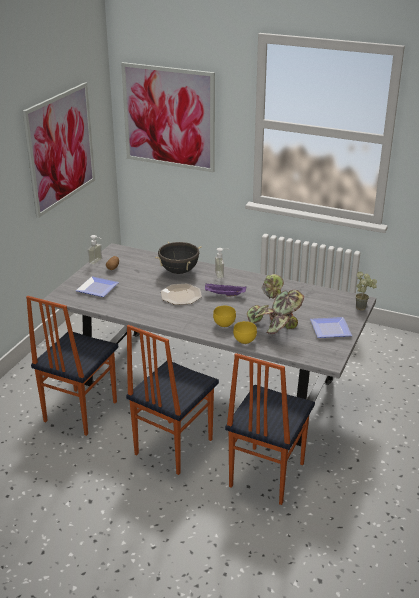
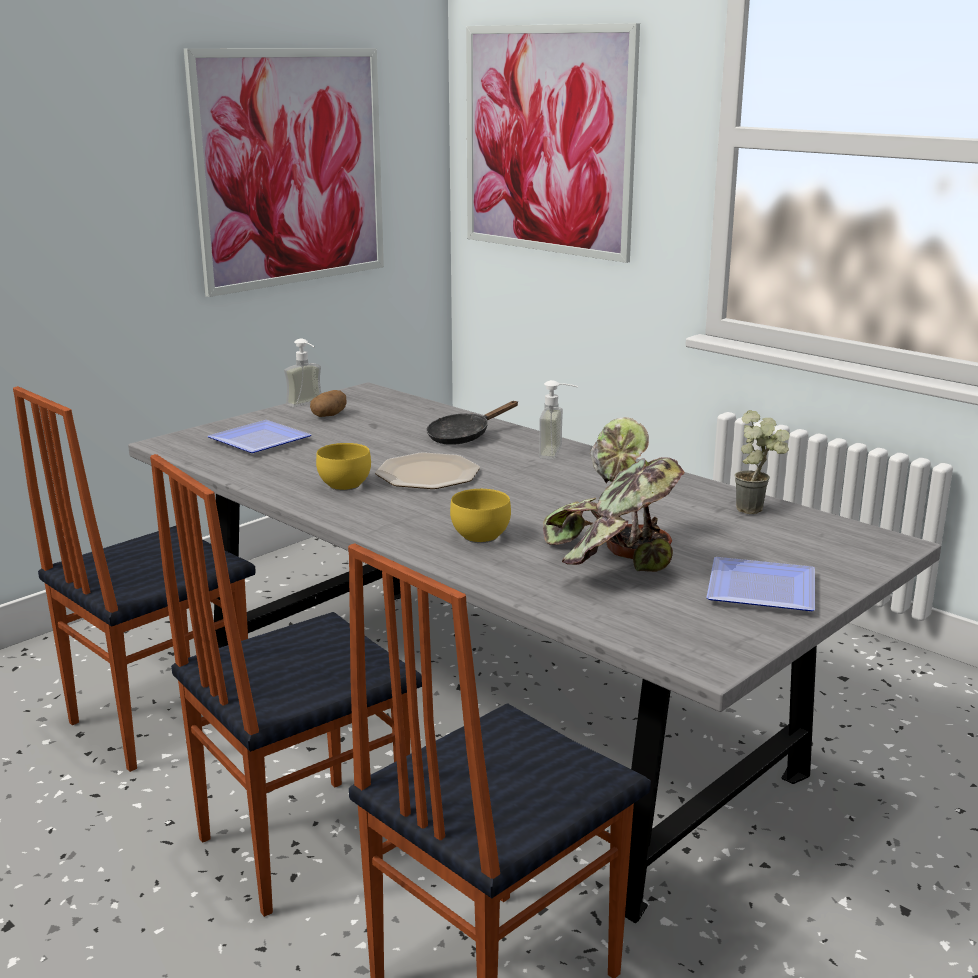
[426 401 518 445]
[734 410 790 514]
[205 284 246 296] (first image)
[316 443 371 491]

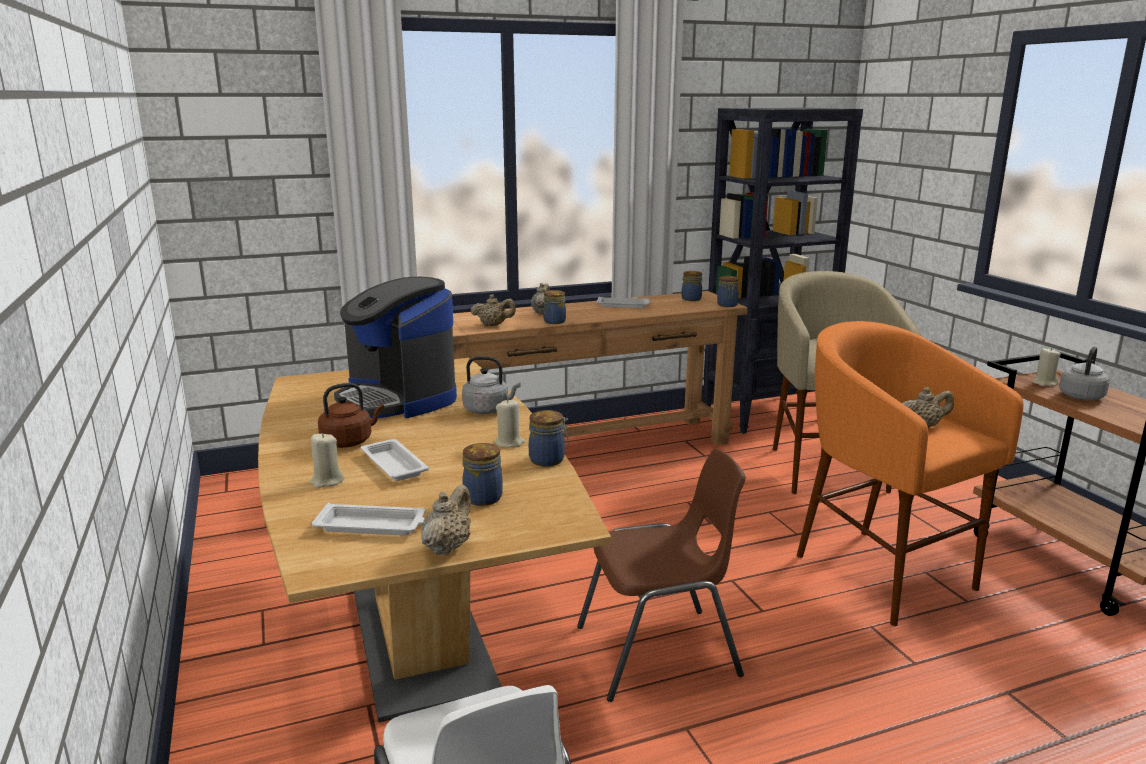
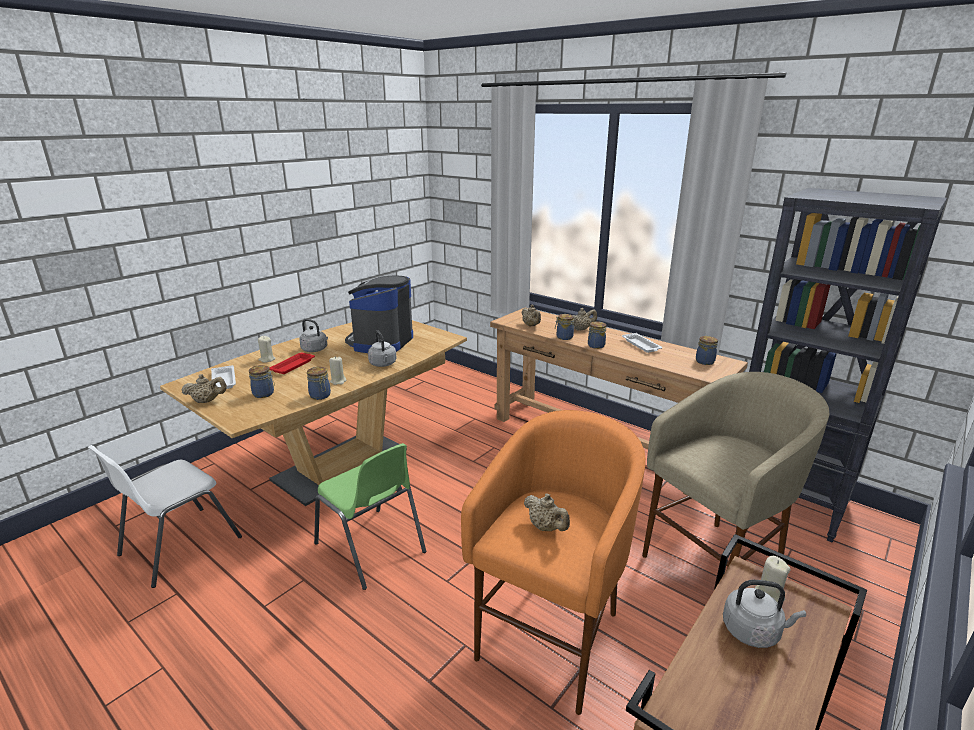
[588 321 606 349]
[299 319 328 352]
[269 353 315 374]
[314 443 426 590]

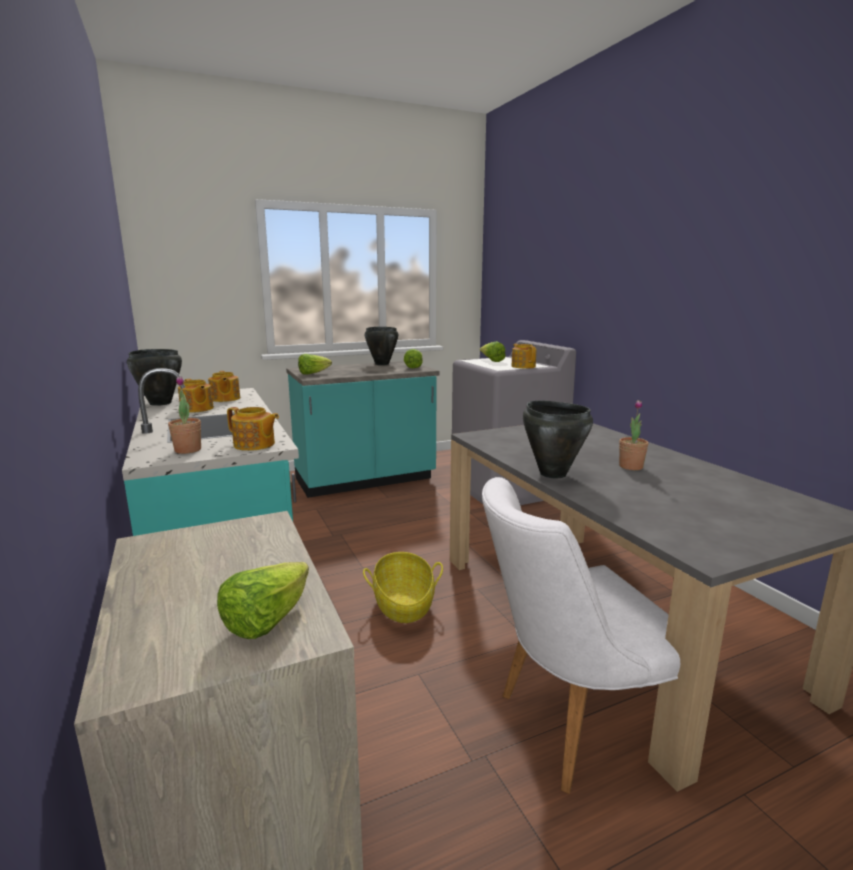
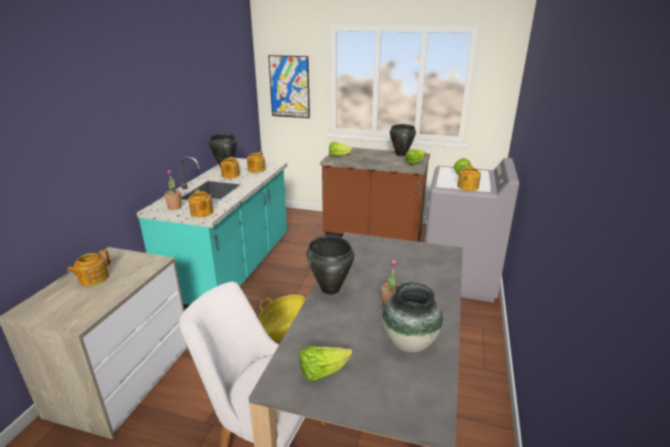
[320 147 430 242]
[299 346 353 381]
[268 55 310 118]
[67 249 111 286]
[382 283 443 353]

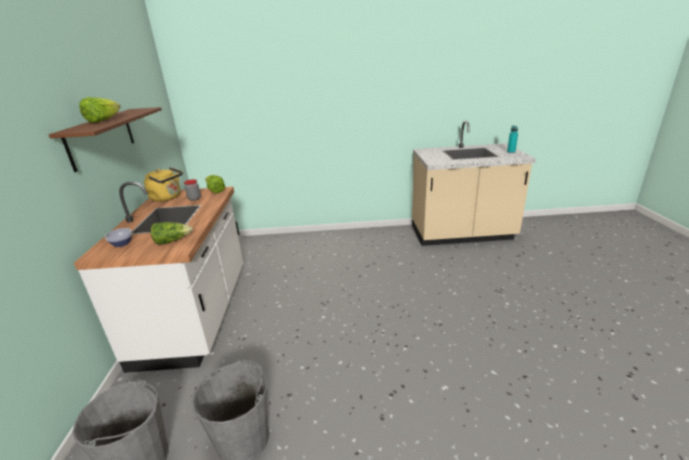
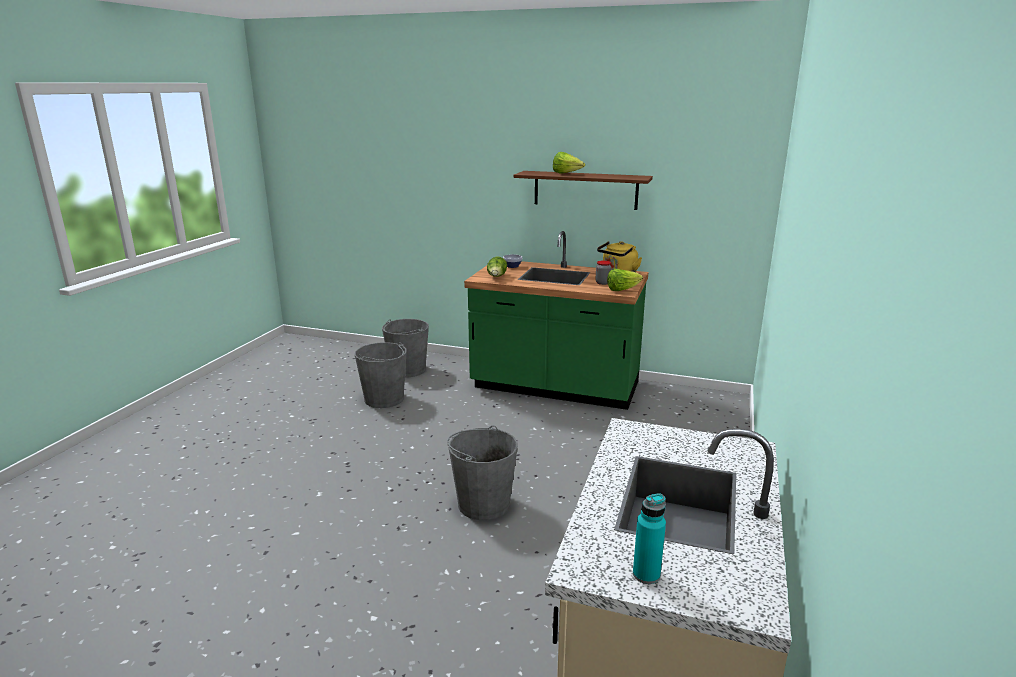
[464 231 648 410]
[447 425 518 520]

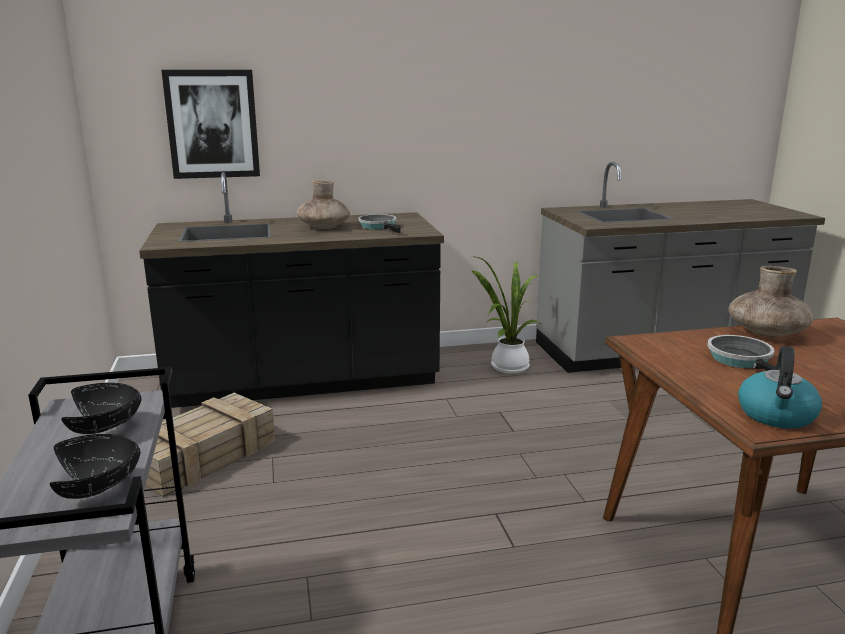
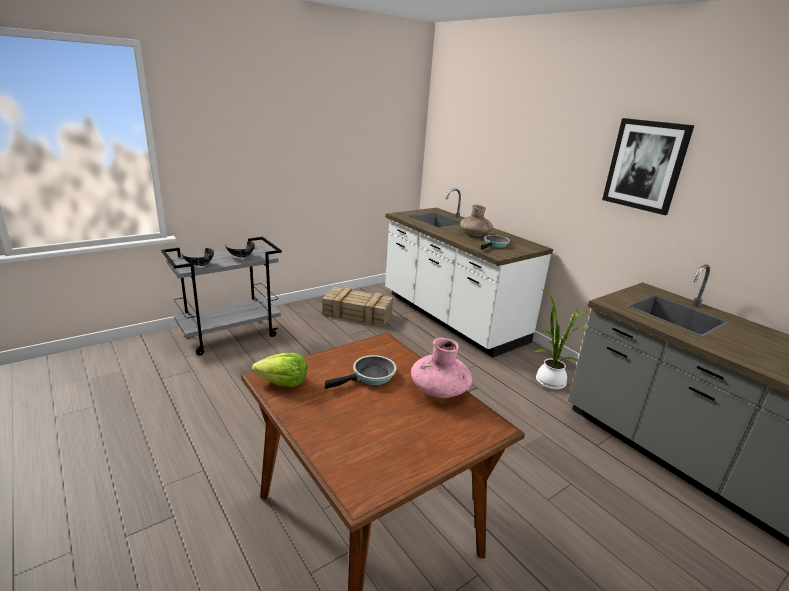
[602 118 694 215]
[385 188 553 358]
[411 338 472 398]
[252 353 307 387]

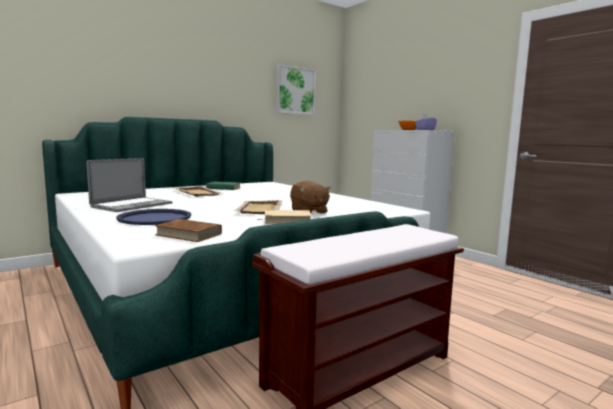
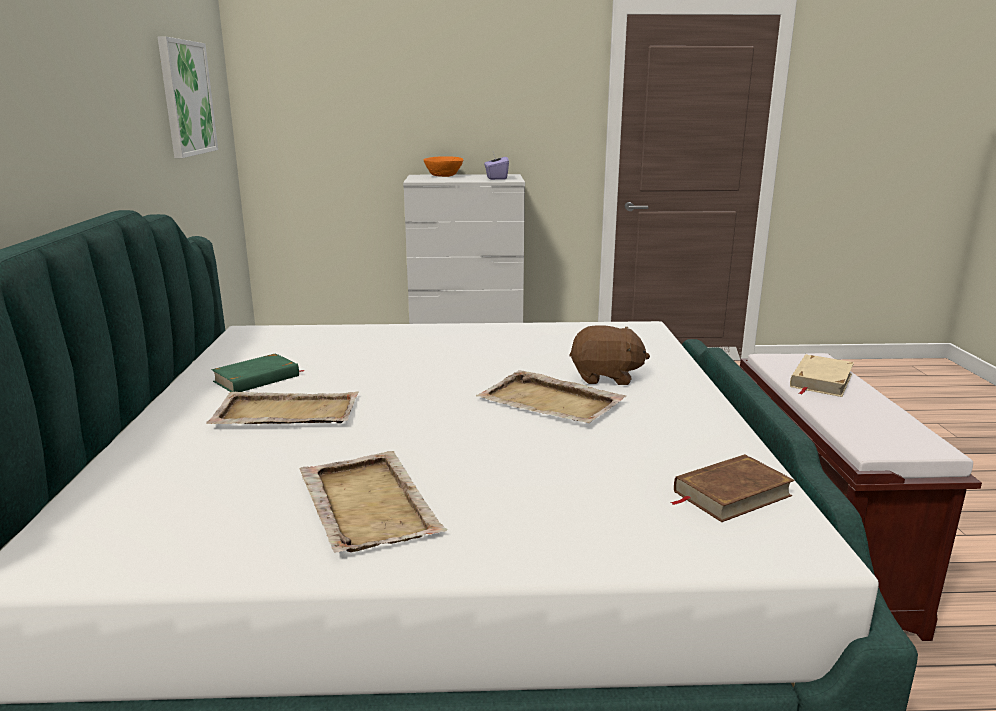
[299 451 448 553]
[116 209 191 225] (first image)
[790 354 854 397]

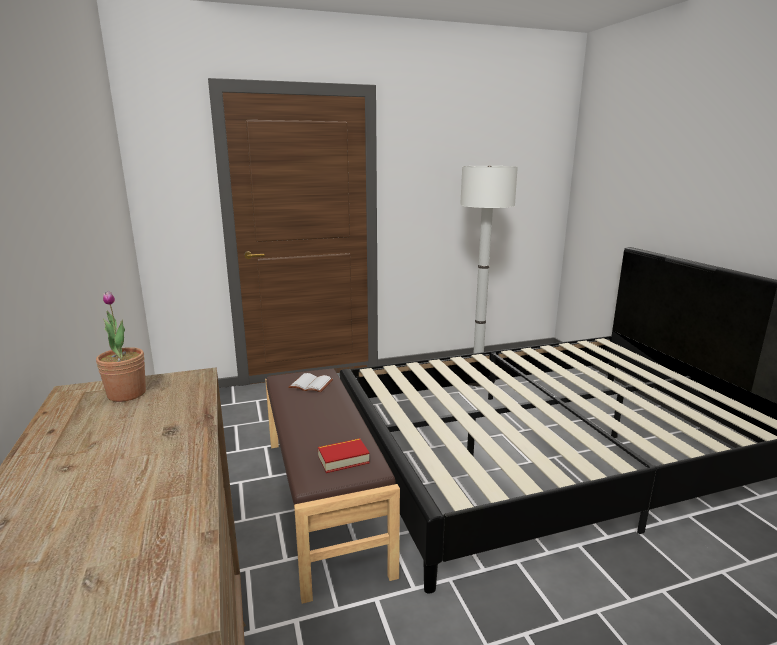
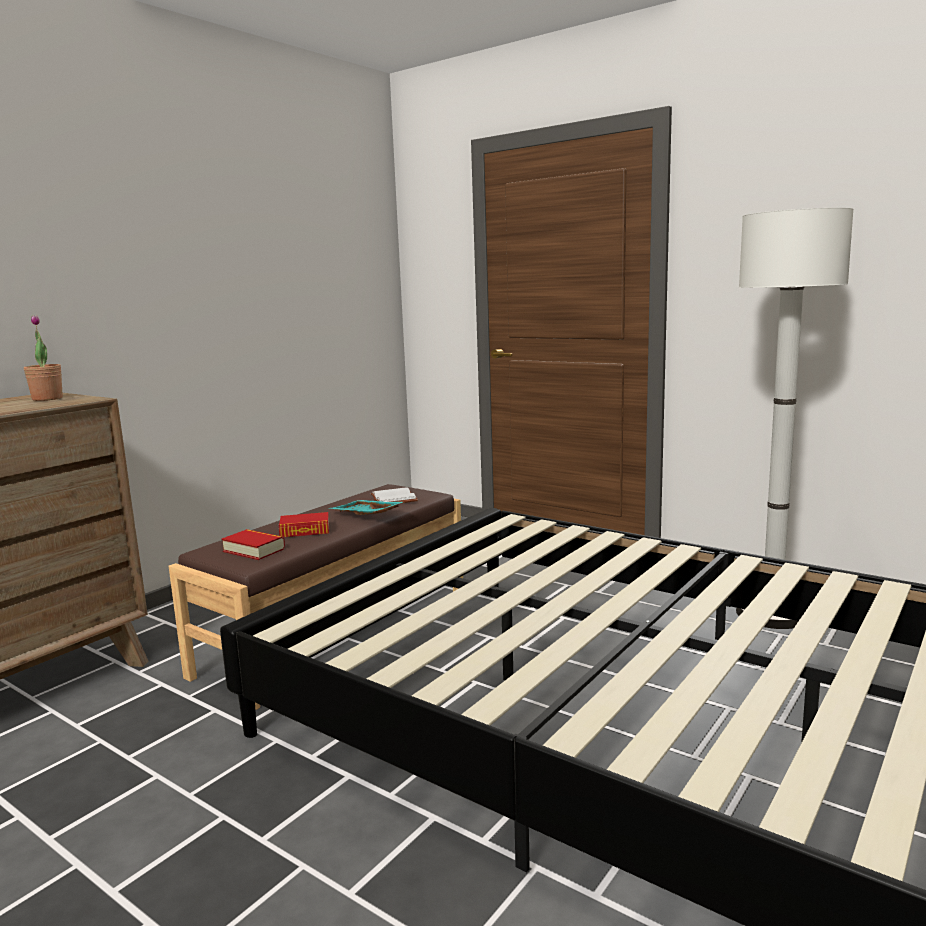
[329 500 403 515]
[279 512 329 537]

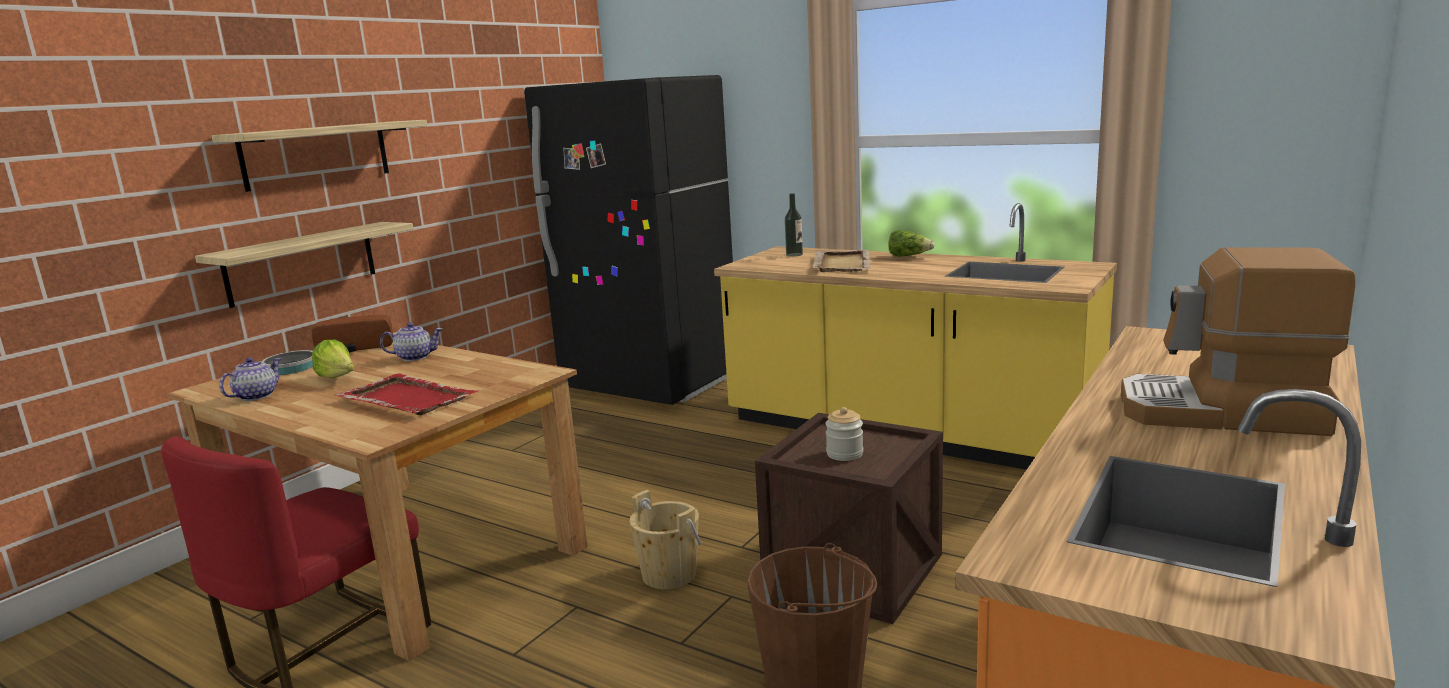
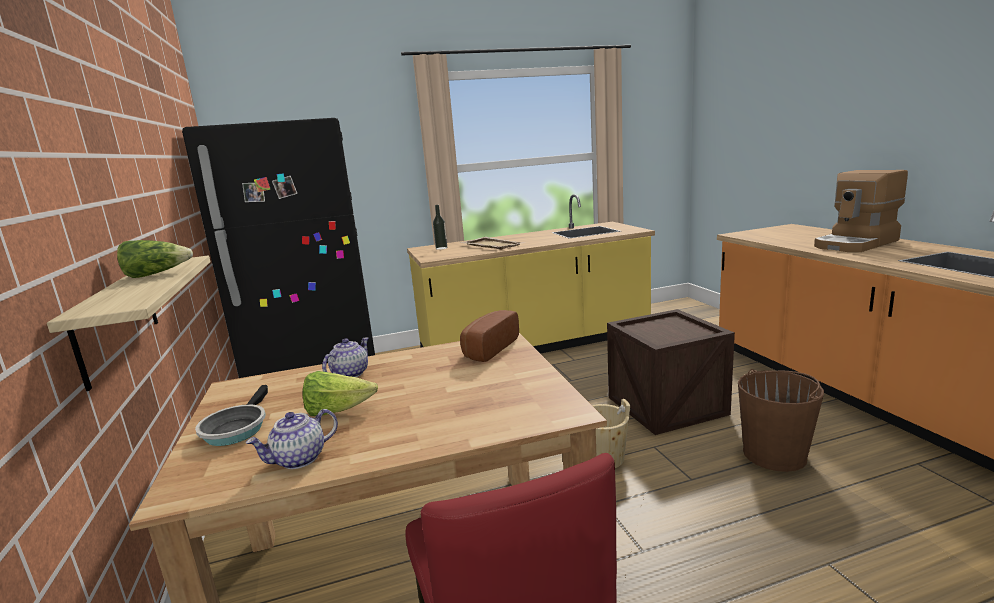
[212 120 428 192] (first image)
[117 240 193 278]
[460 310 519 362]
[246 409 338 469]
[335 373 479 415] (first image)
[825 407 863 461] (first image)

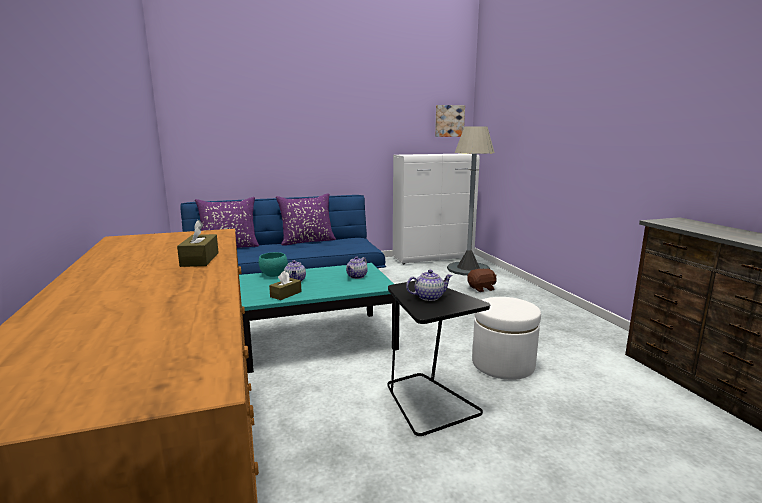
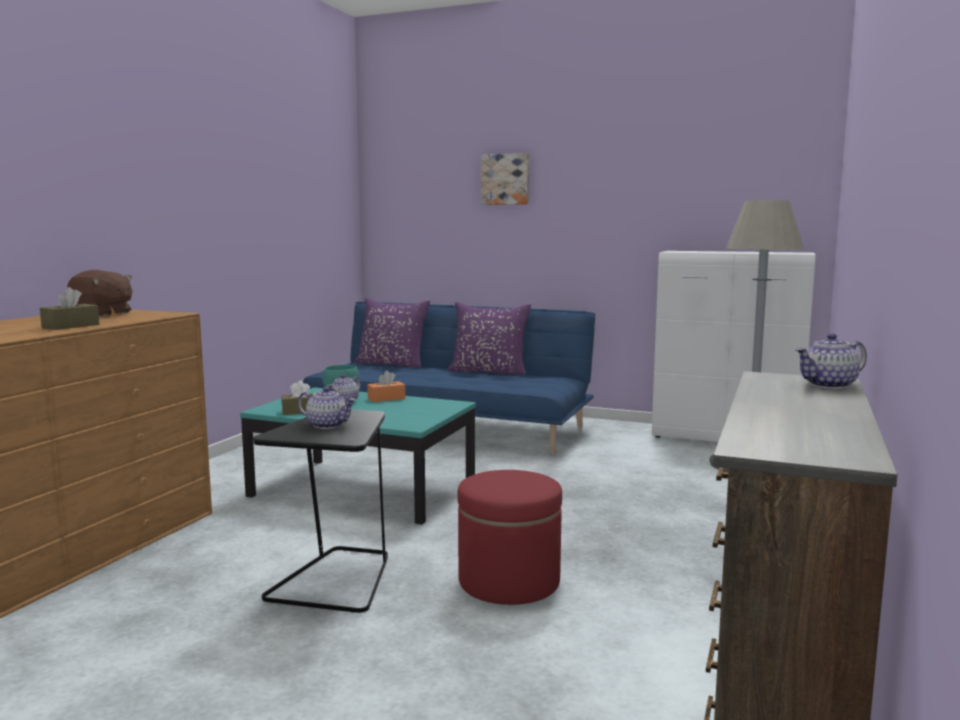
[481 153 529 205]
[795 333 867 389]
[67 270 133 316]
[458 470 562 605]
[367 370 405 402]

